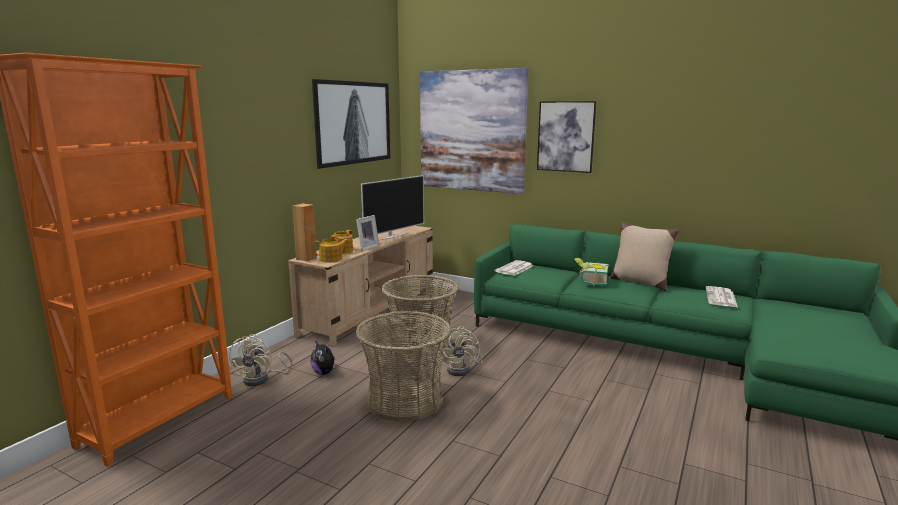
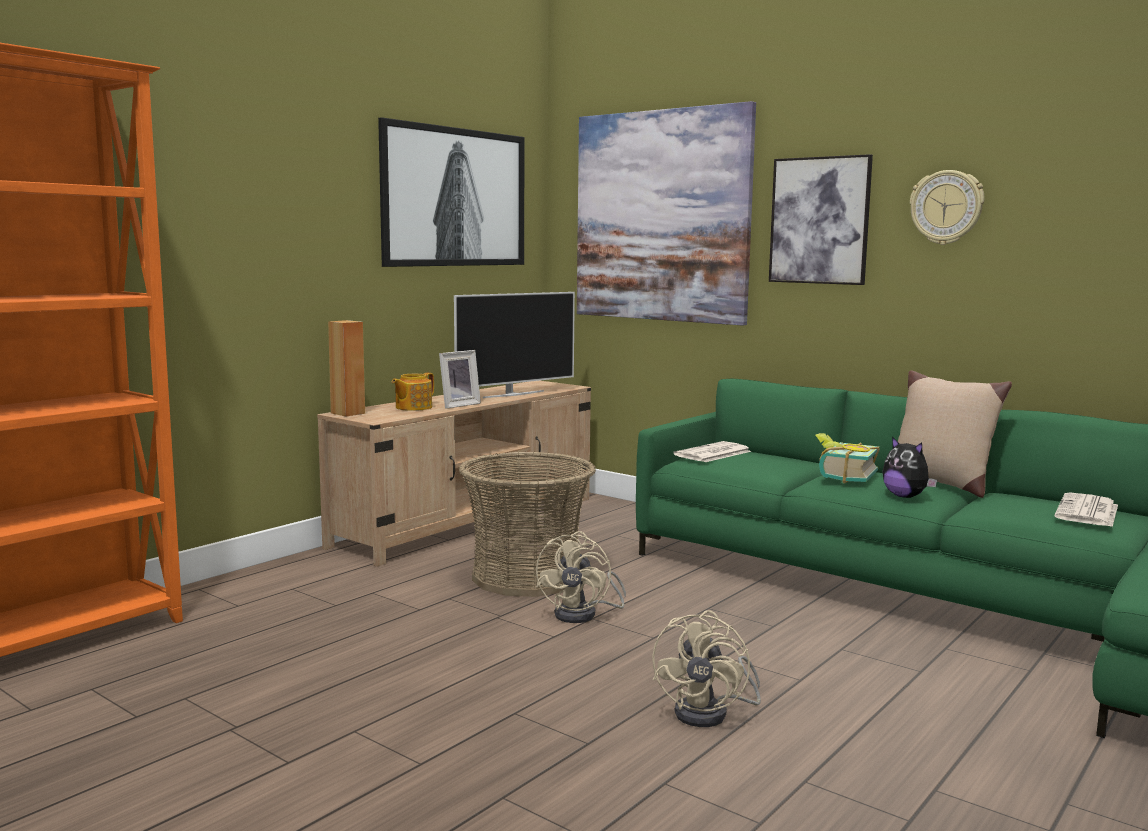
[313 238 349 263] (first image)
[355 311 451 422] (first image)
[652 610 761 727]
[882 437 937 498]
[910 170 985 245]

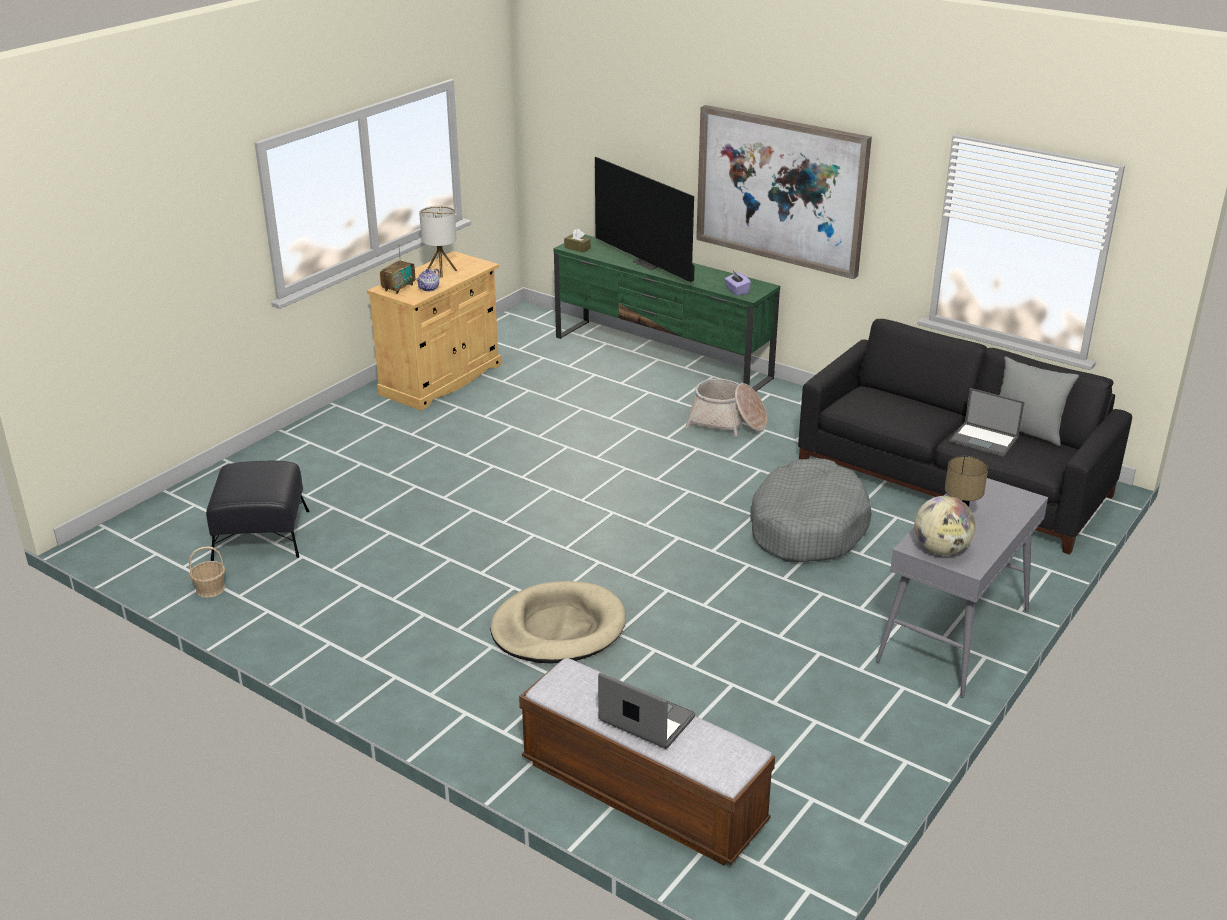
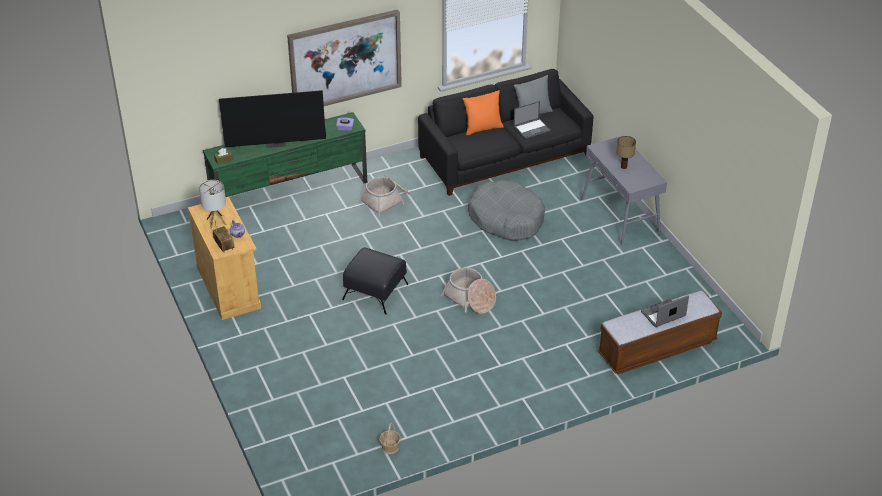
[342 247 409 315]
[914 496 975 555] (first image)
[490 581 626 664] (first image)
[463 90 504 135]
[441 268 496 314]

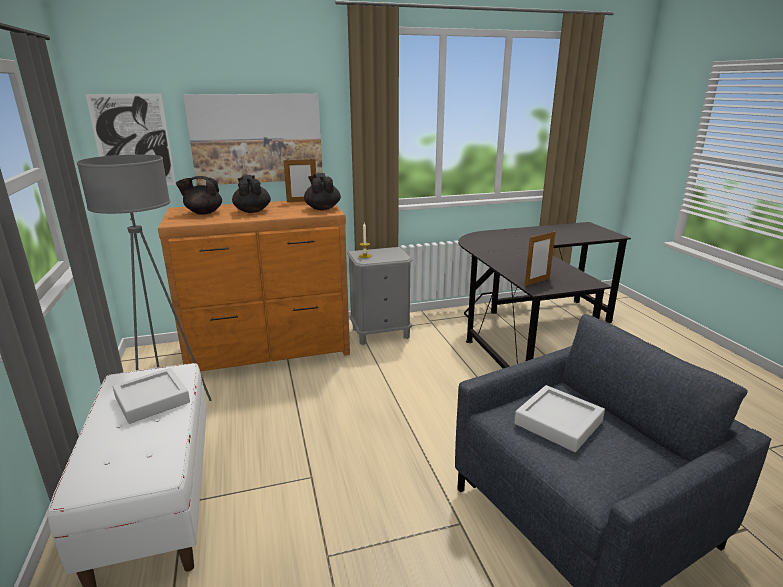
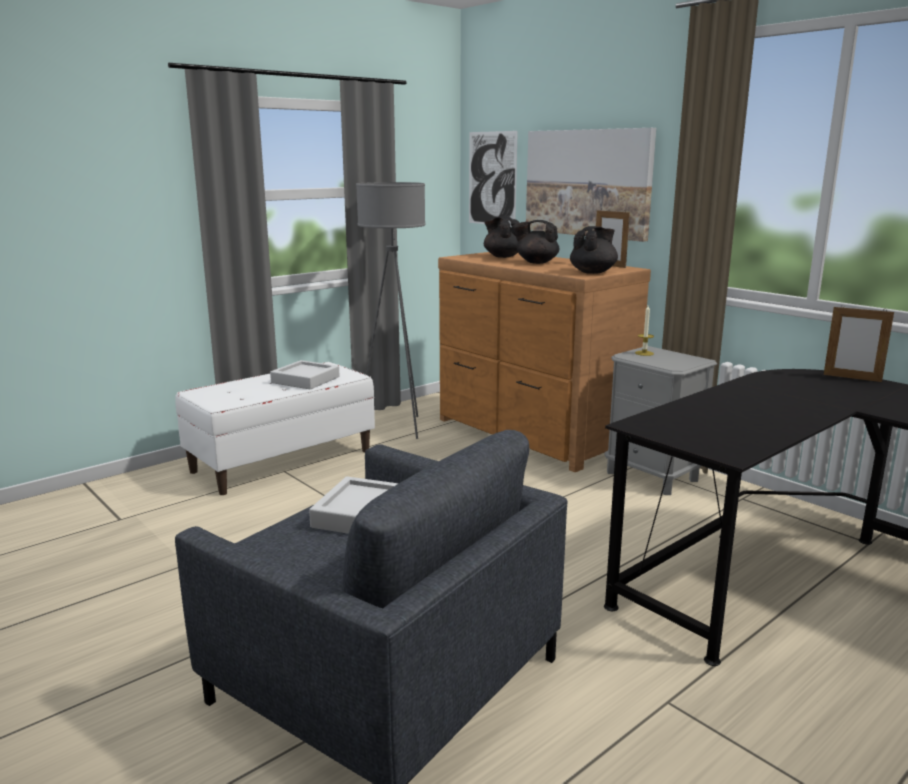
[513 220 559 264]
[824 305 894 382]

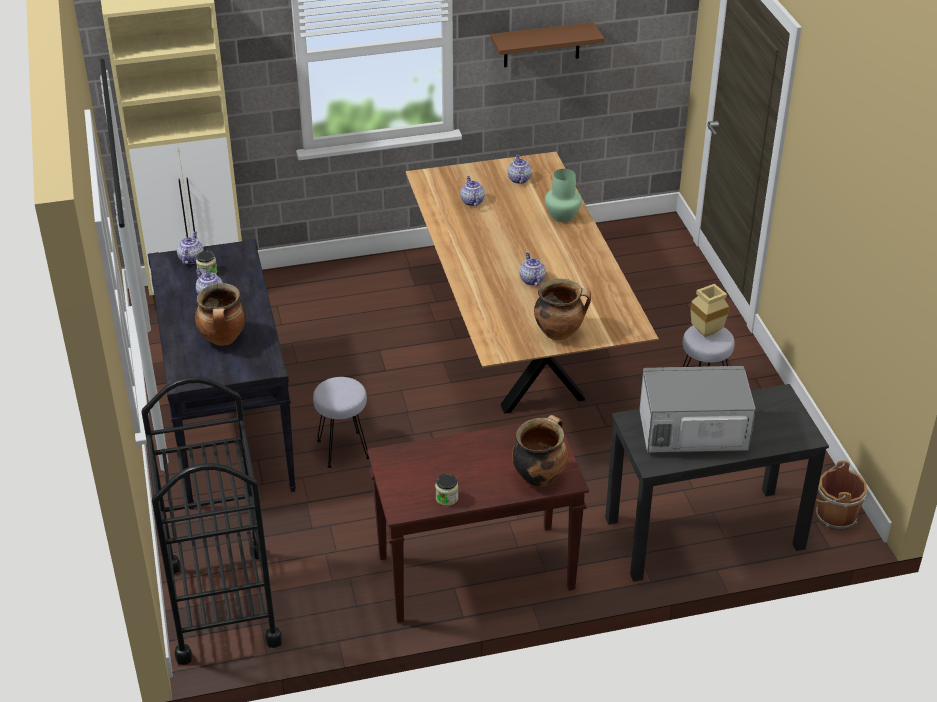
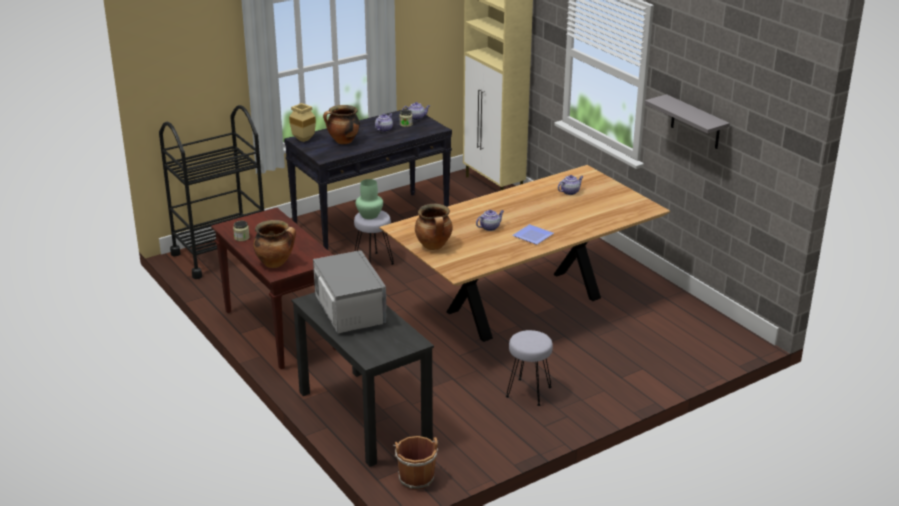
[645 94 730 149]
[508 154 532 184] (first image)
[356 179 383 219]
[289 103 316 142]
[512 224 554 245]

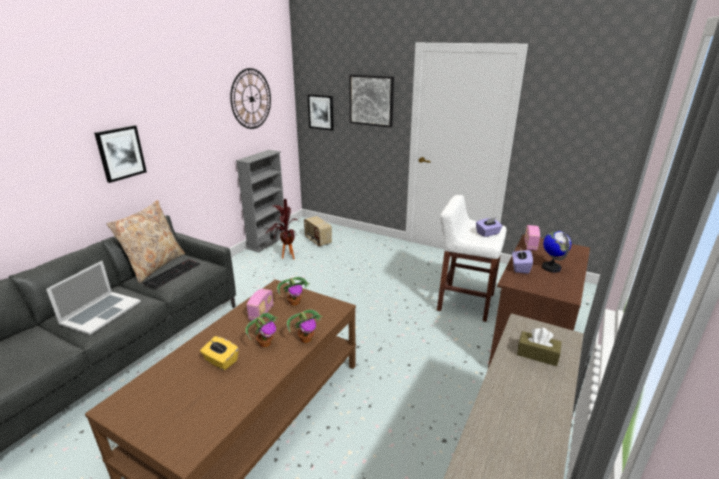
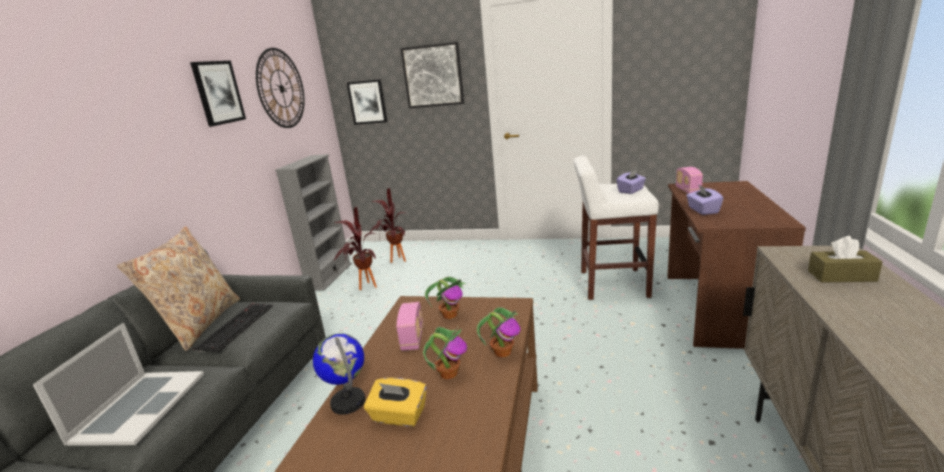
[190 61 246 127]
[369 188 406 263]
[313 334 365 415]

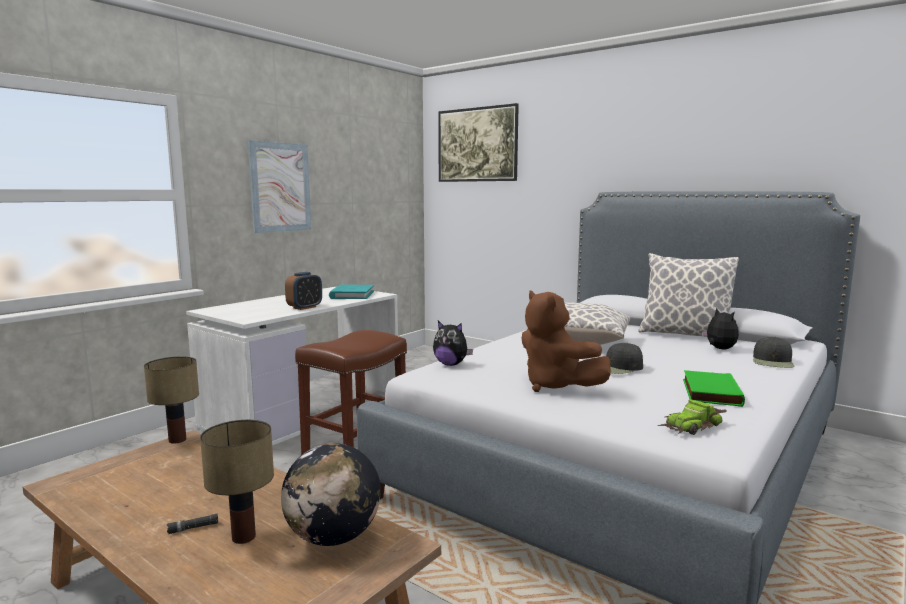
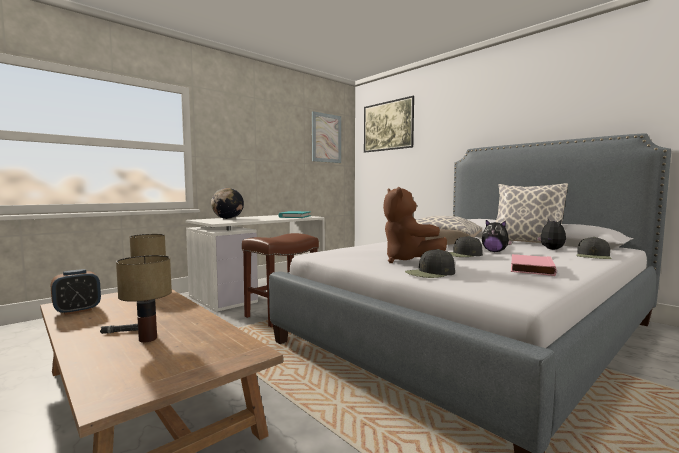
[312 111 341 163]
[51 269 101 315]
[482 220 513 252]
[511 254 557 276]
[658 400 727 435] (first image)
[211 188 244 219]
[405 249 455 278]

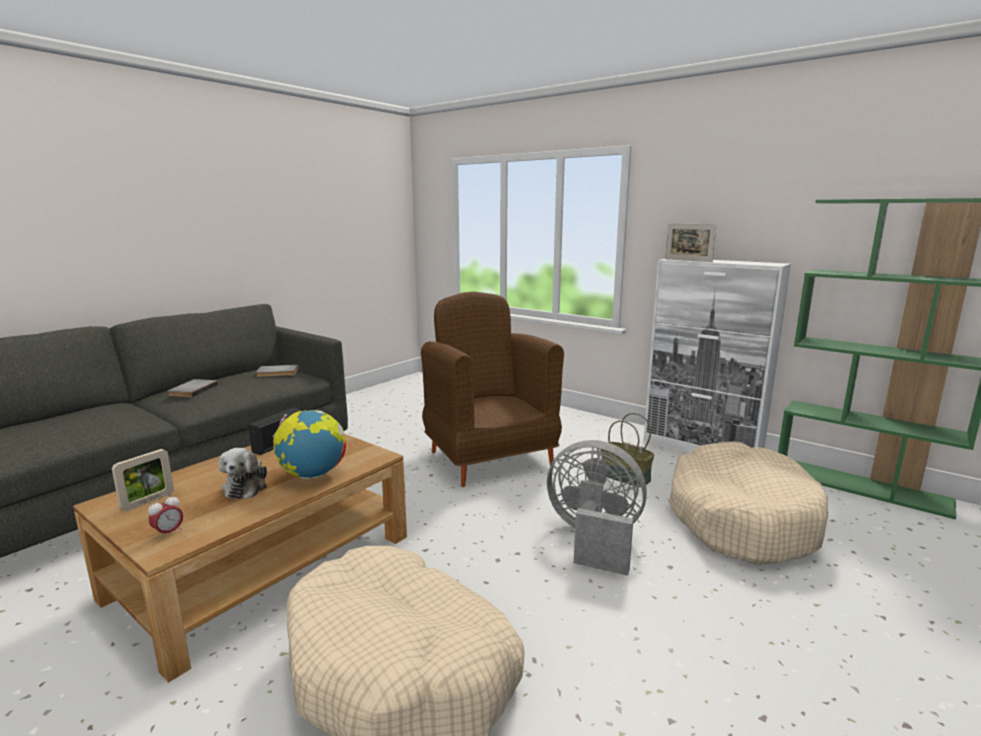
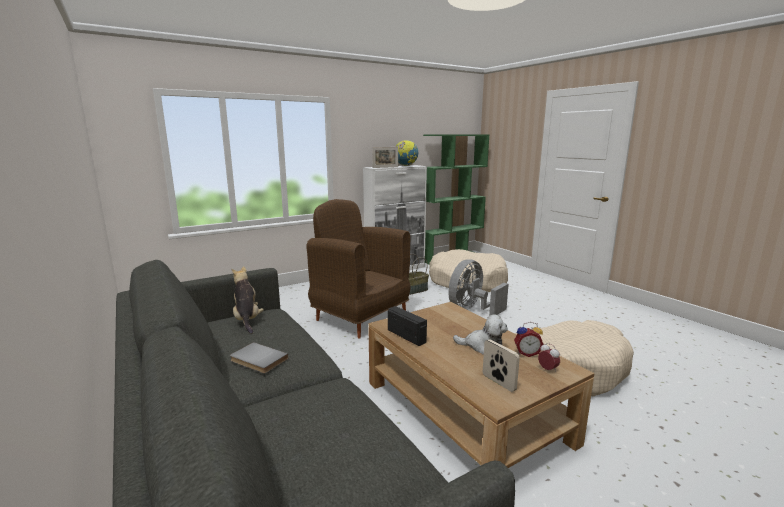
[306 199 411 339]
[232 266 264 334]
[396 140 418 166]
[514 322 544 357]

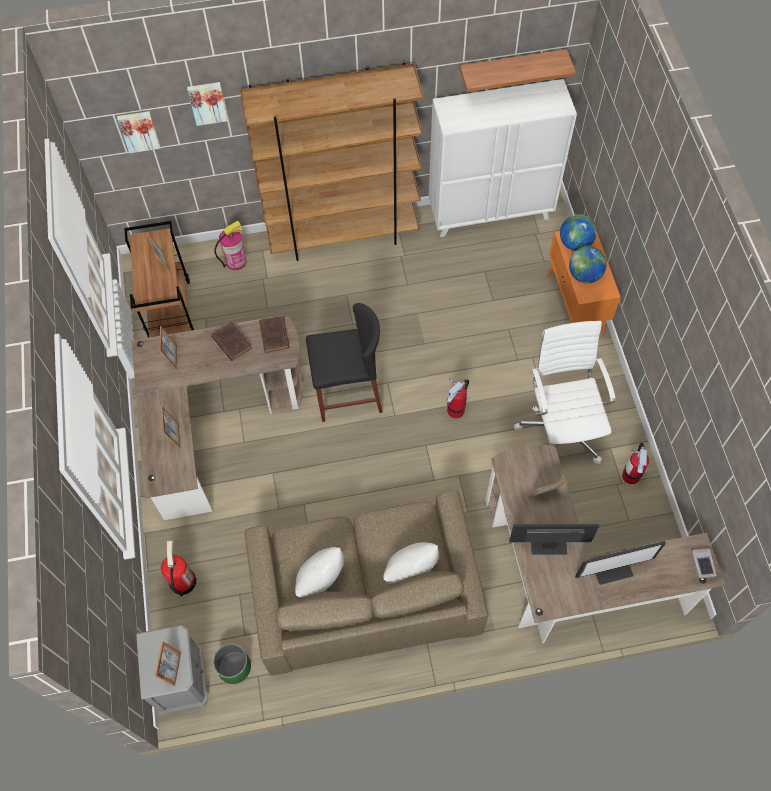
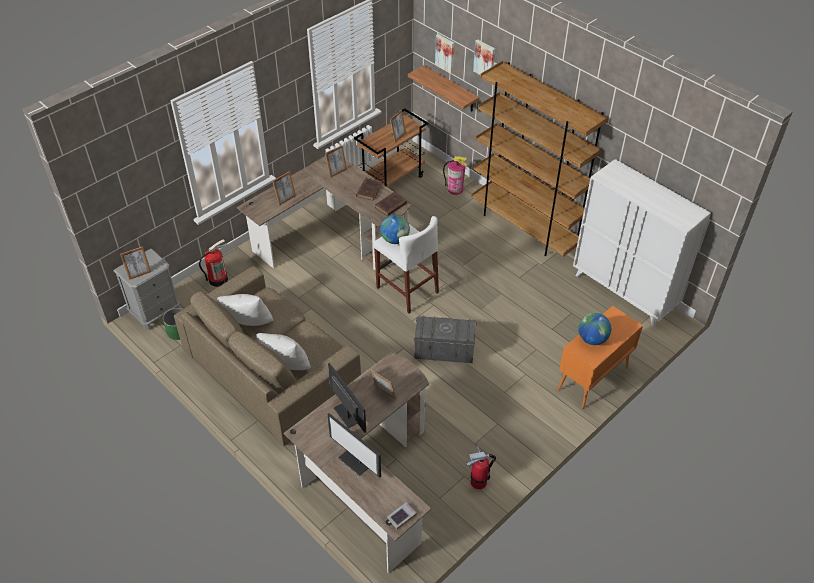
[408 65 479 111]
[380 214 410 244]
[373 216 439 313]
[514 321 615 464] (first image)
[414 316 477 363]

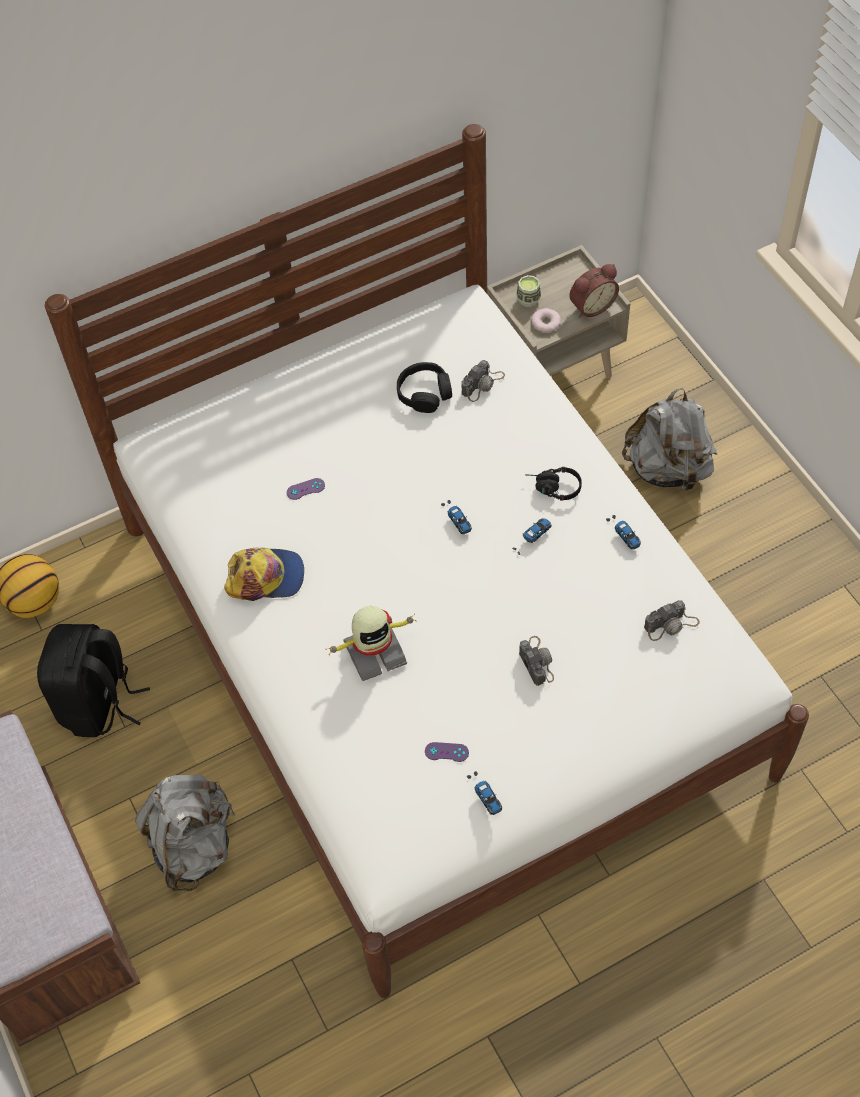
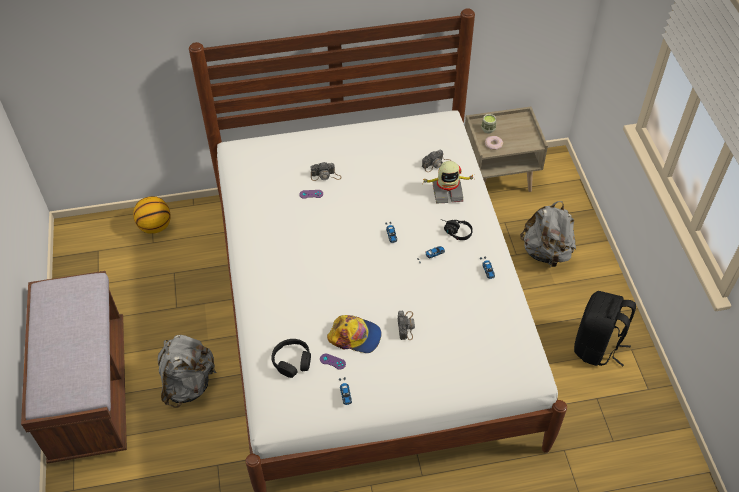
[569 264 619 317] (first image)
[271 339 311 378]
[327 315 381 353]
[311 162 341 181]
[421 161 475 204]
[574 291 636 366]

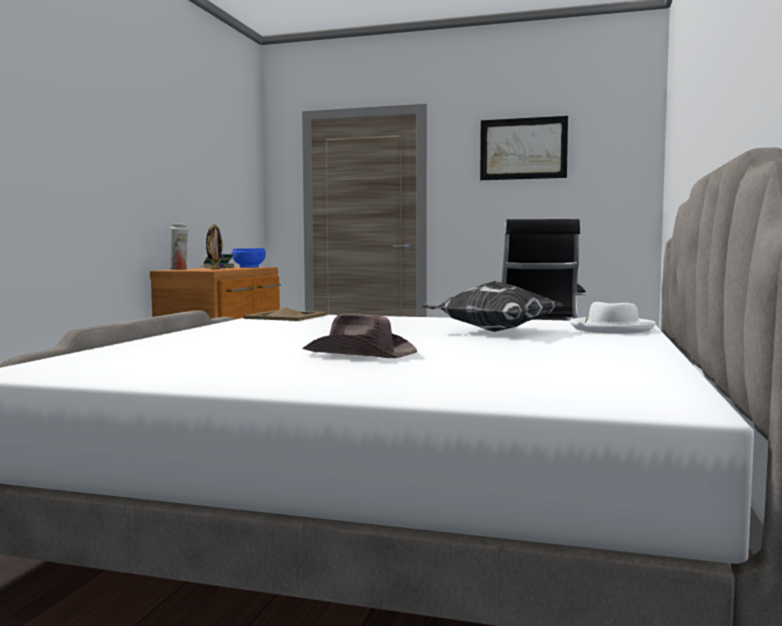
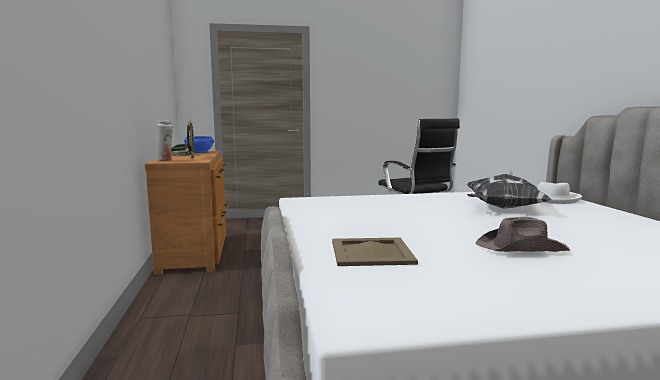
[480 116 568 180] (first image)
[332 238 418 266]

